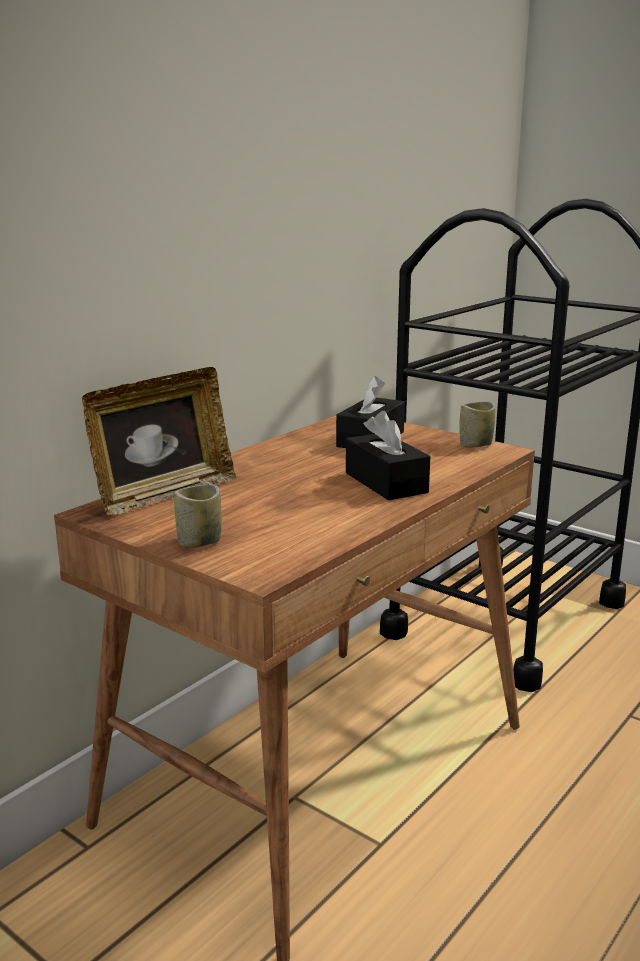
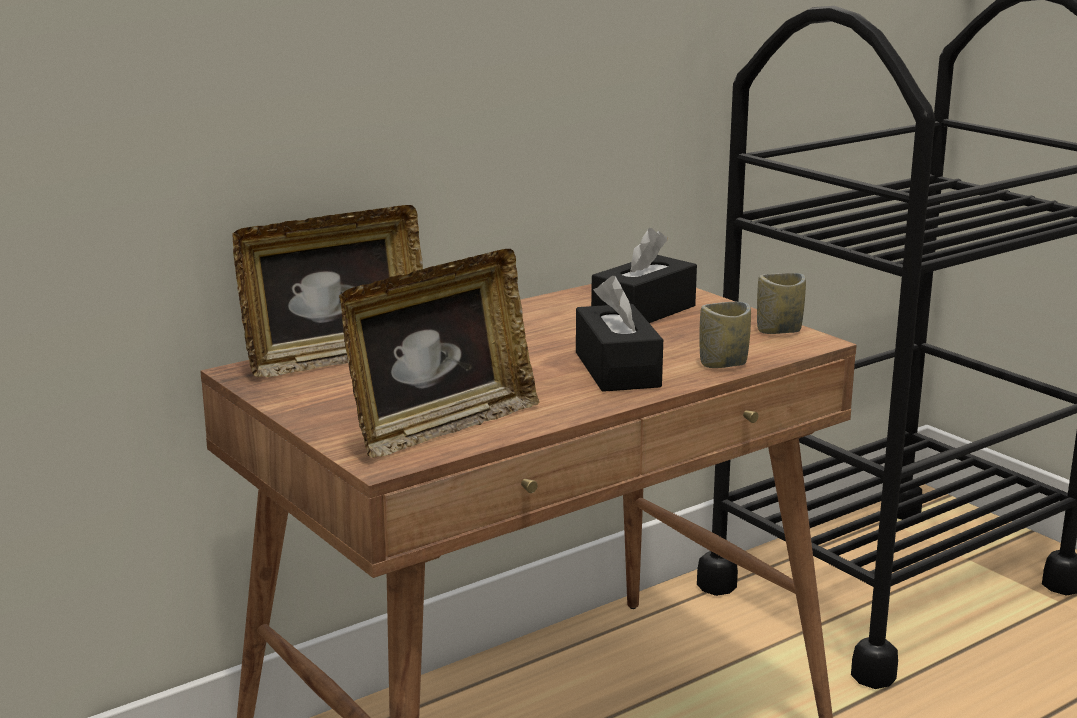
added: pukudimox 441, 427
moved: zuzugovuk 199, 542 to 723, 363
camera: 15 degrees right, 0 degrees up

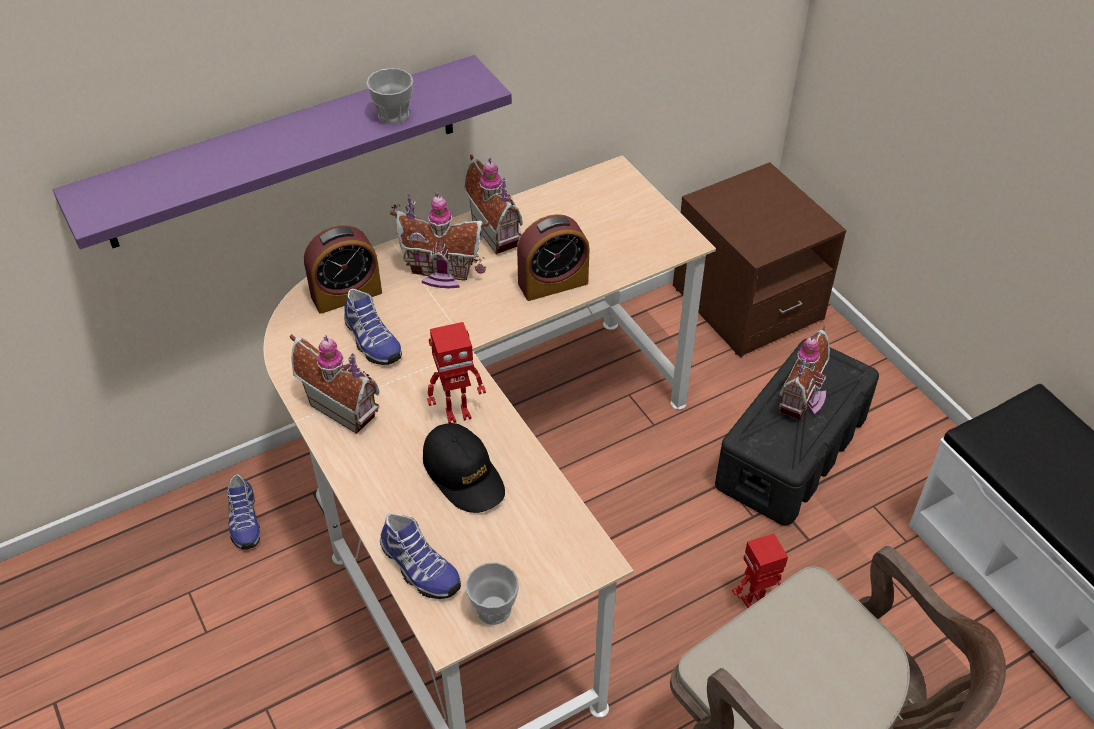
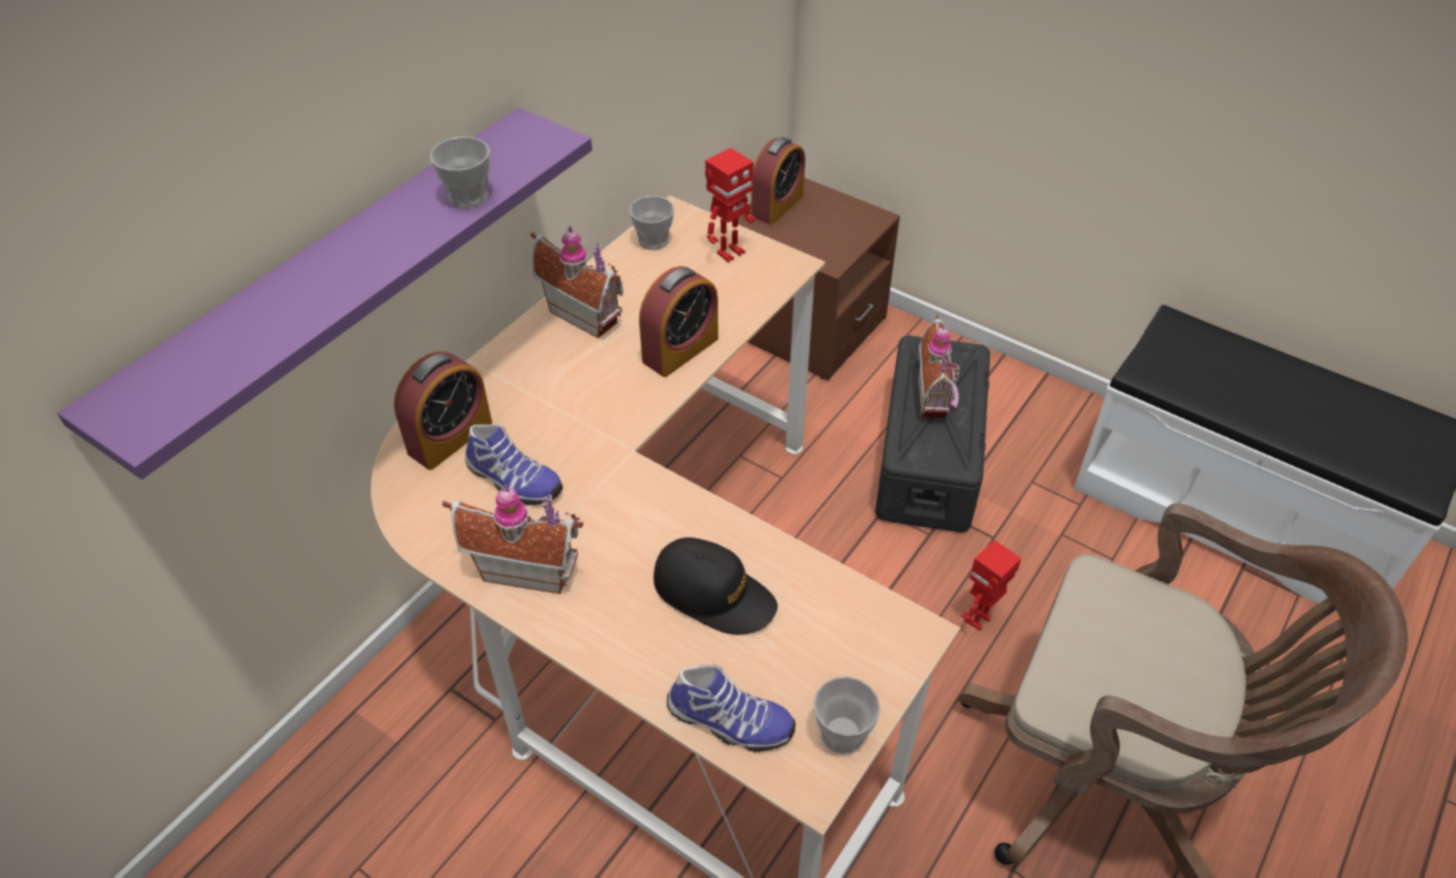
removed: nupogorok 244, 521; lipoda 442, 273
added: zuzugovuk 653, 241; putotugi 777, 205
moved: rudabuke 457, 413 to 729, 252
camera: 25 degrees left, 0 degrees up

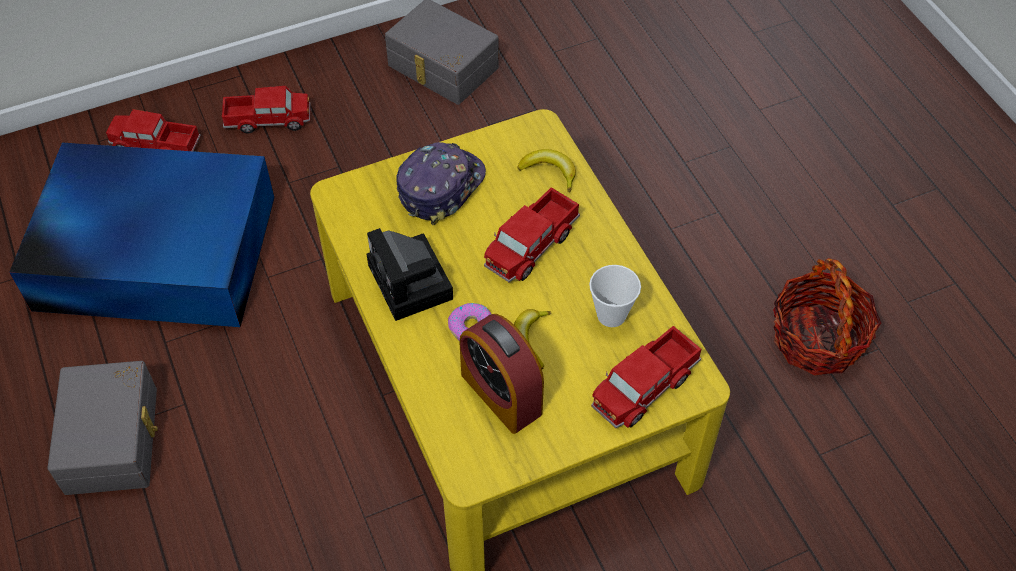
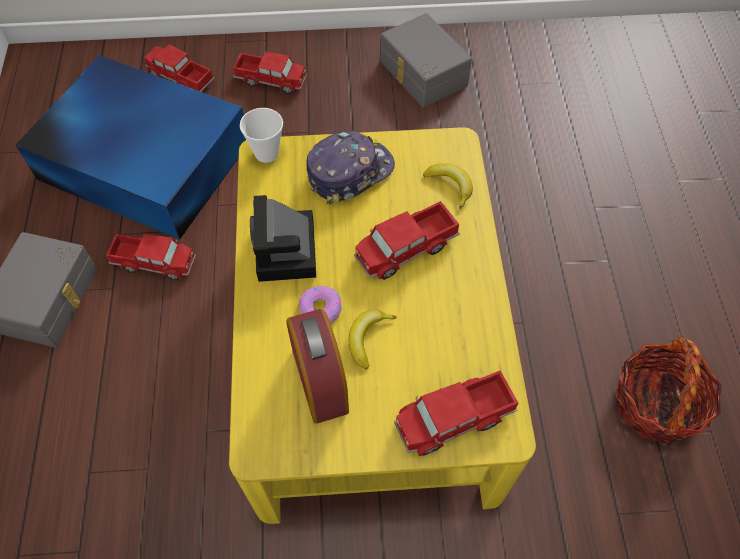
added: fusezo 154, 262
moved: zuzugovuk 611, 315 to 266, 153
camera: 20 degrees right, 5 degrees up

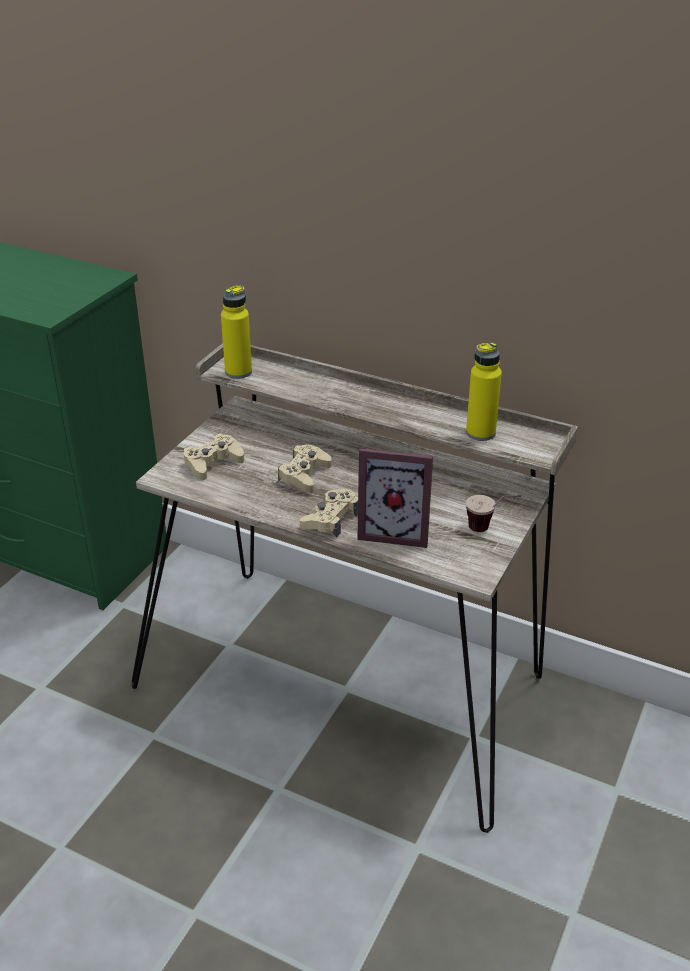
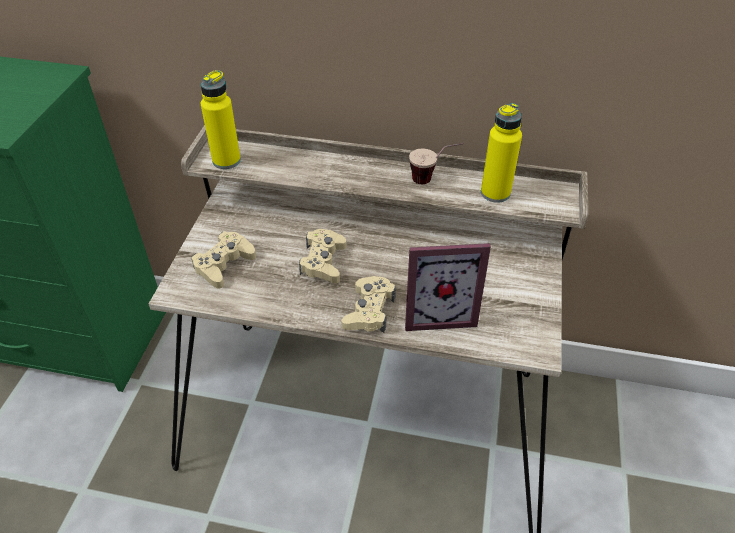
moved: zuzugovuk 490, 529 to 433, 180
camera: 15 degrees left, 10 degrees up

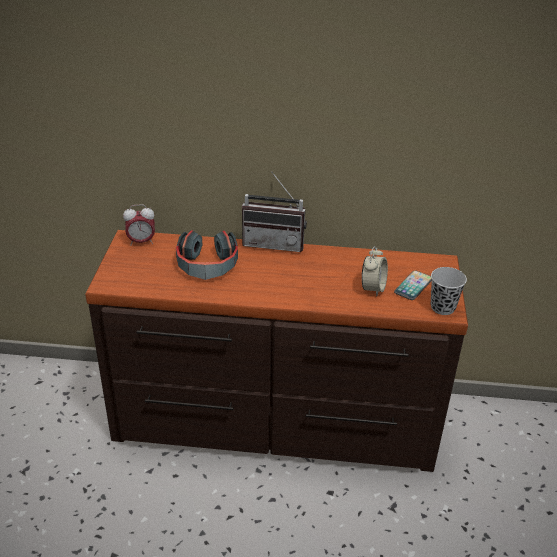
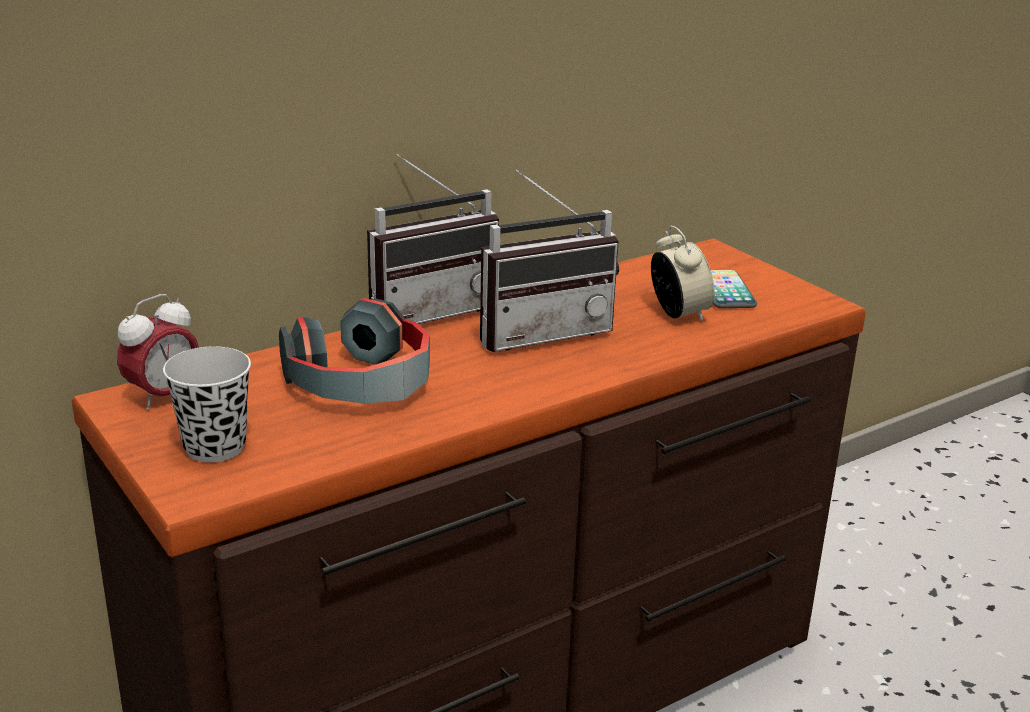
added: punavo 541, 332
moved: black_zuzugovuk 442, 307 to 215, 447
camera: 40 degrees left, 10 degrees down

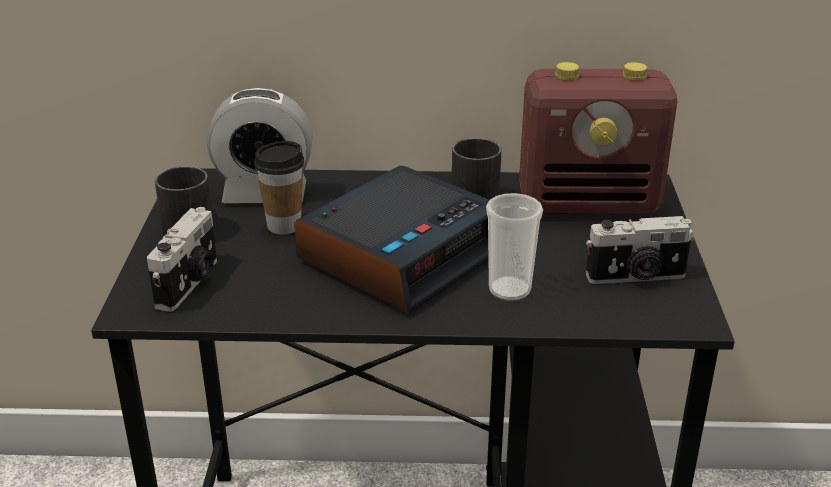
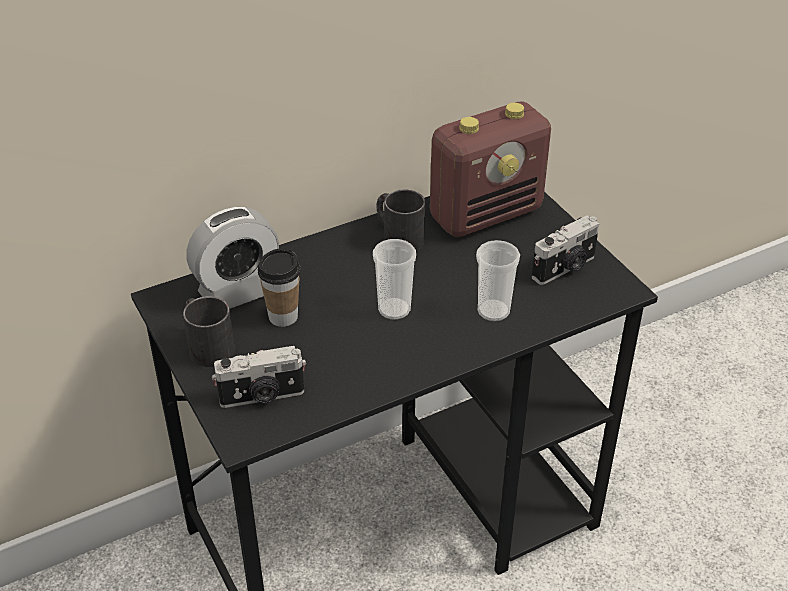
replaced: putotugi 401, 254 to zuzugovuk 394, 309
turned: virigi 190, 283 = 262, 396 90 degrees clockwise
camera: 30 degrees left, 10 degrees up

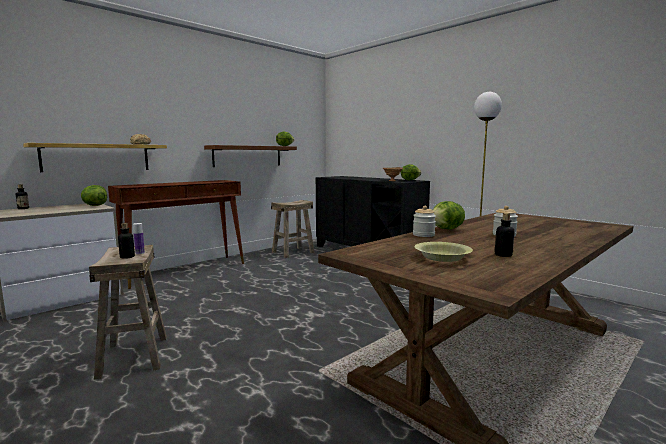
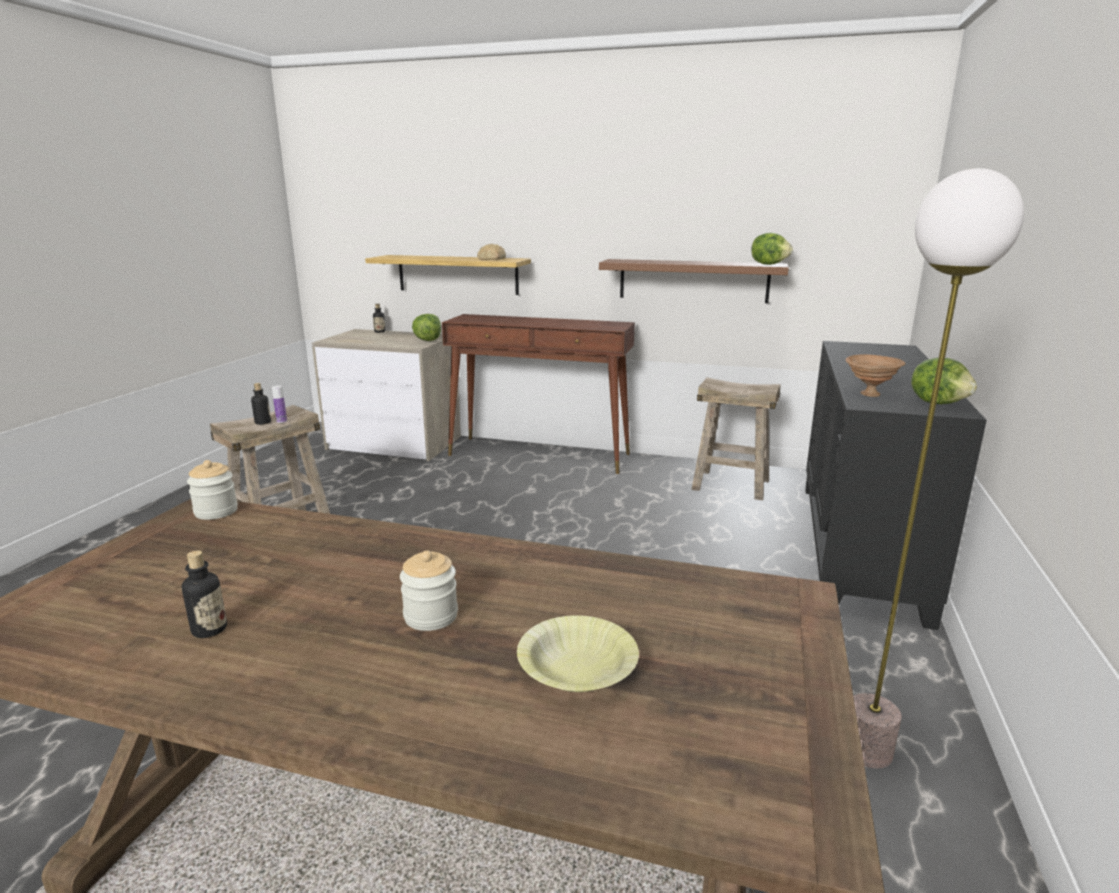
removed: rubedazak 447, 229
moved: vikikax 423, 235 to 216, 511; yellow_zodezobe 442, 258 to 577, 669
camera: 60 degrees right, 10 degrees up

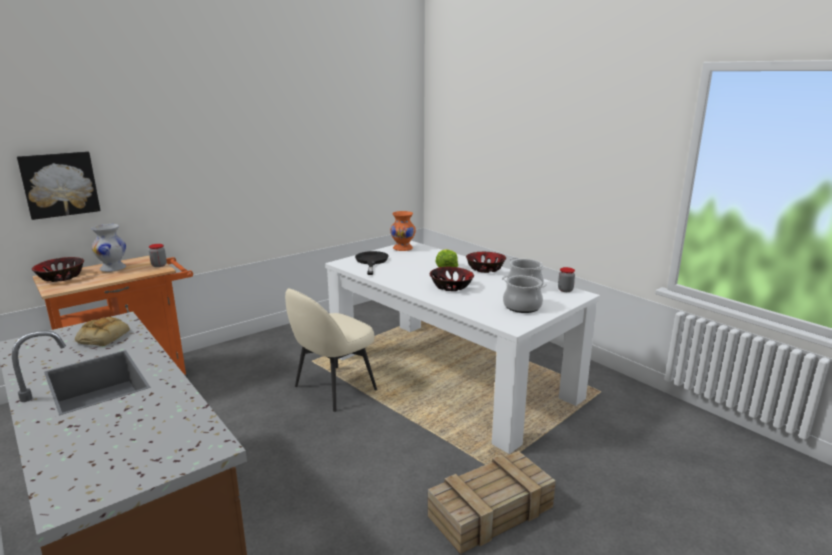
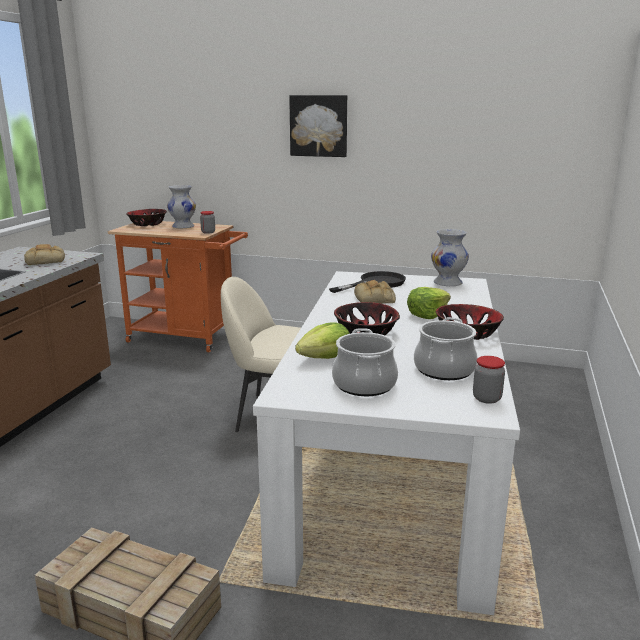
added: rubedazak 325, 358; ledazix 375, 299
moved: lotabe 59, 184 to 319, 126
recoloured: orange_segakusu 403, 248 to white_segakusu 448, 283
camera: 55 degrees right, 0 degrees up

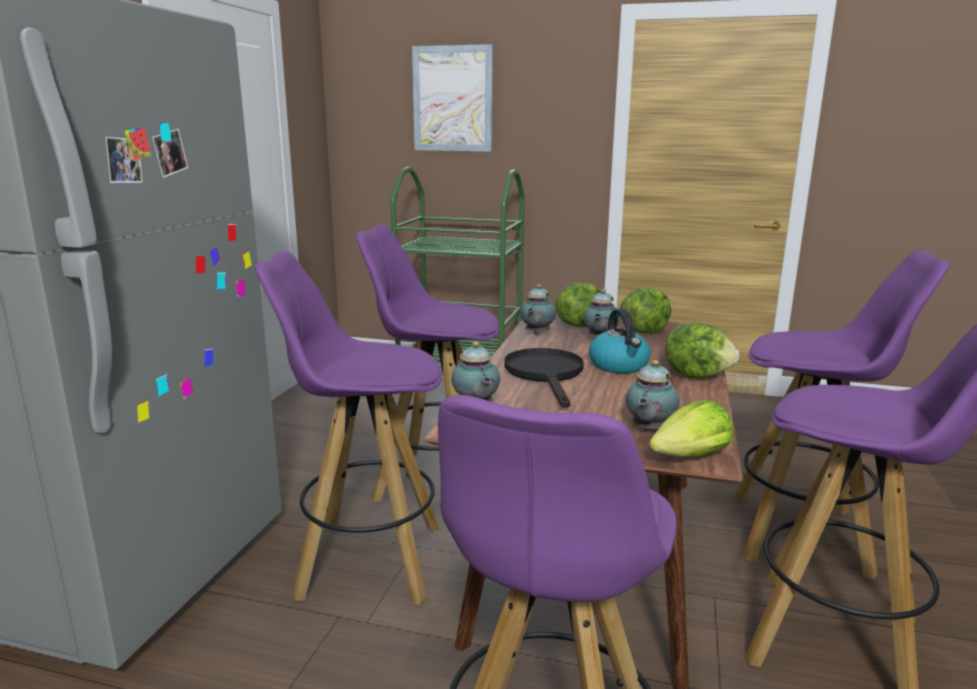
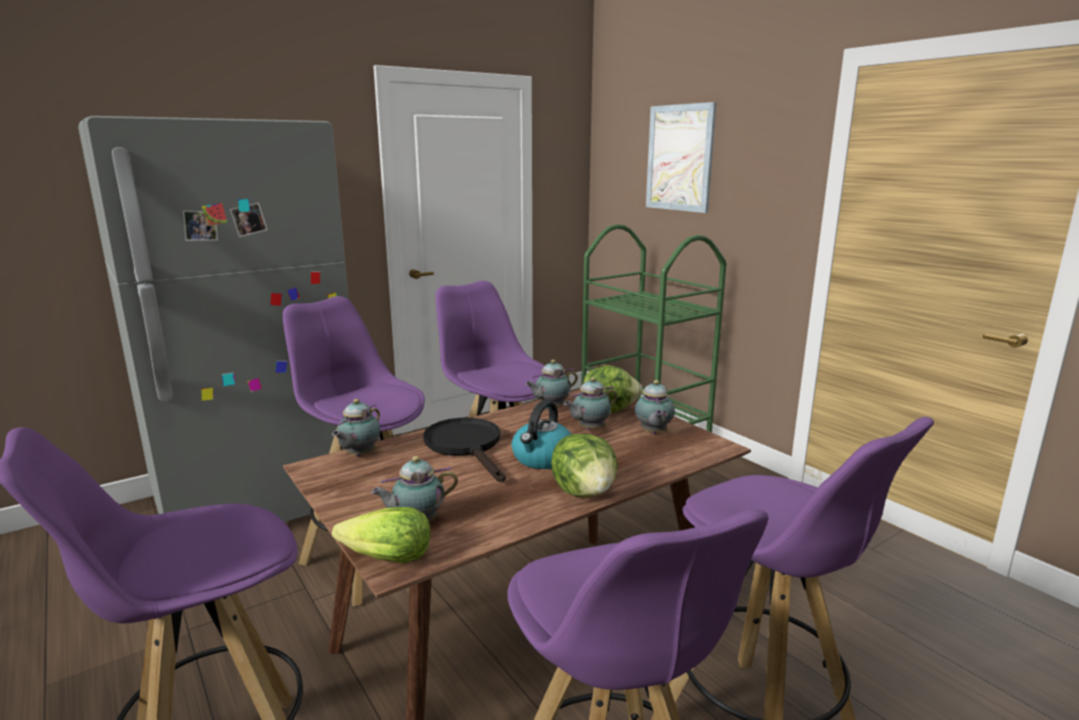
replaced: rubedazak 644, 331 to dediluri 653, 433
turned: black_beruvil 546, 375 = 467, 446 60 degrees counterclockwise
camera: 40 degrees right, 0 degrees up

